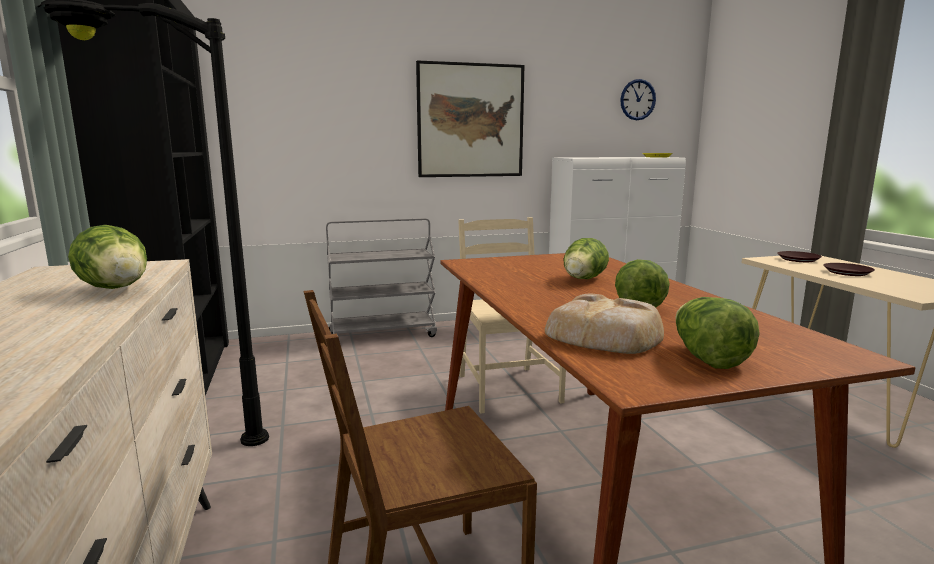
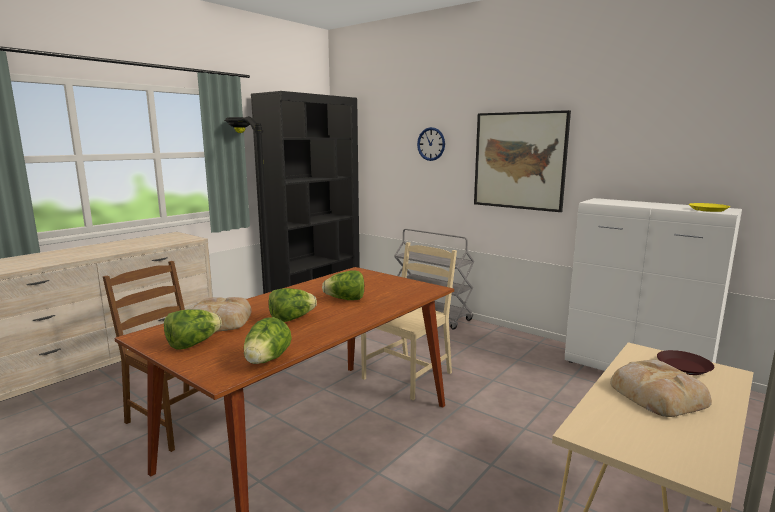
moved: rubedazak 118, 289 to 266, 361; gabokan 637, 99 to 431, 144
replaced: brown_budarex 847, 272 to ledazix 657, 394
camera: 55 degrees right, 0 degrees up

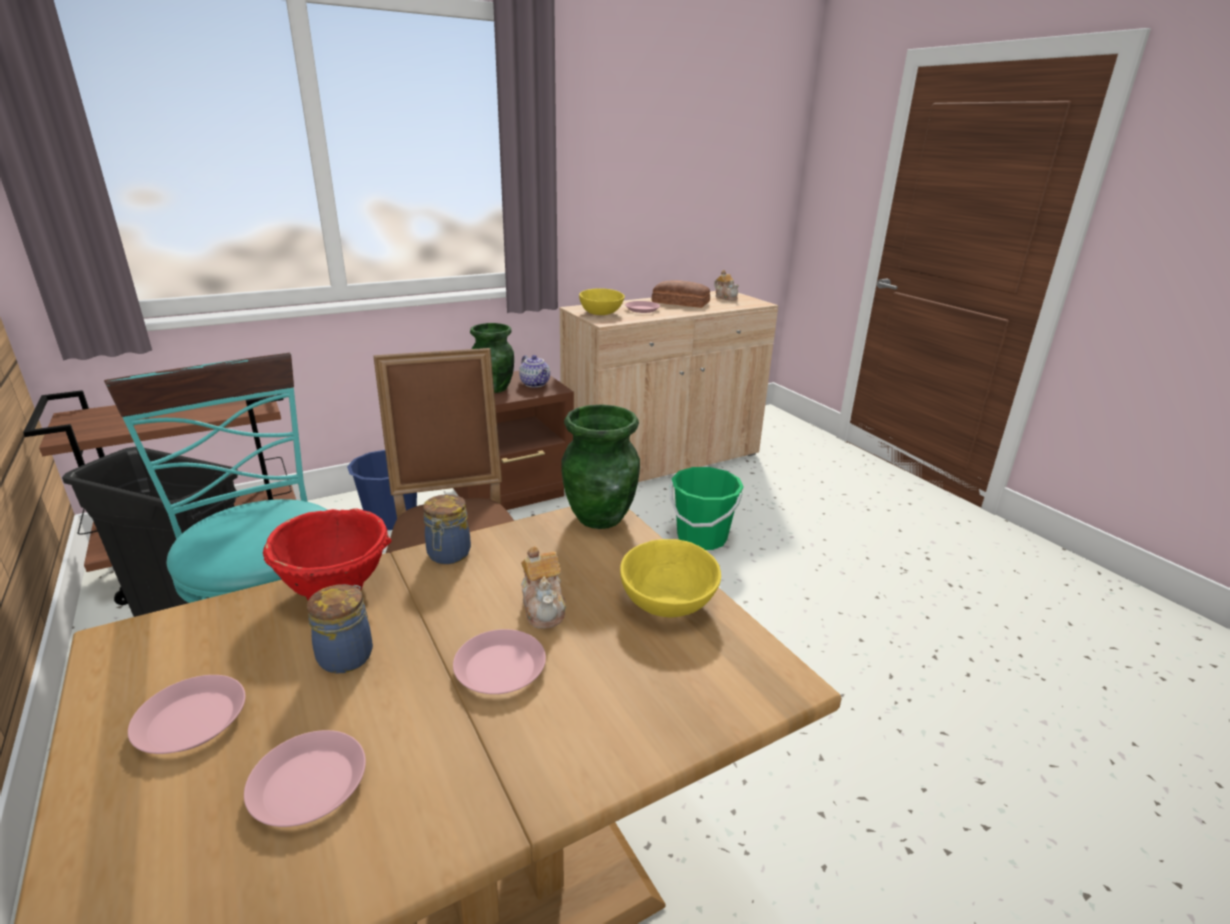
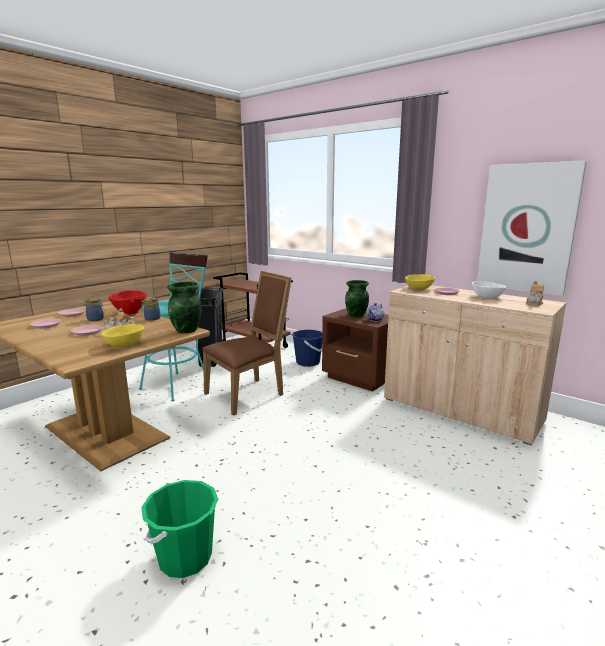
added: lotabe 527, 229
moved: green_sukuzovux 701, 538 to 185, 557
replaced: ledazix 681, 302 to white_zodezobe 486, 297
camera: 70 degrees right, 10 degrees down

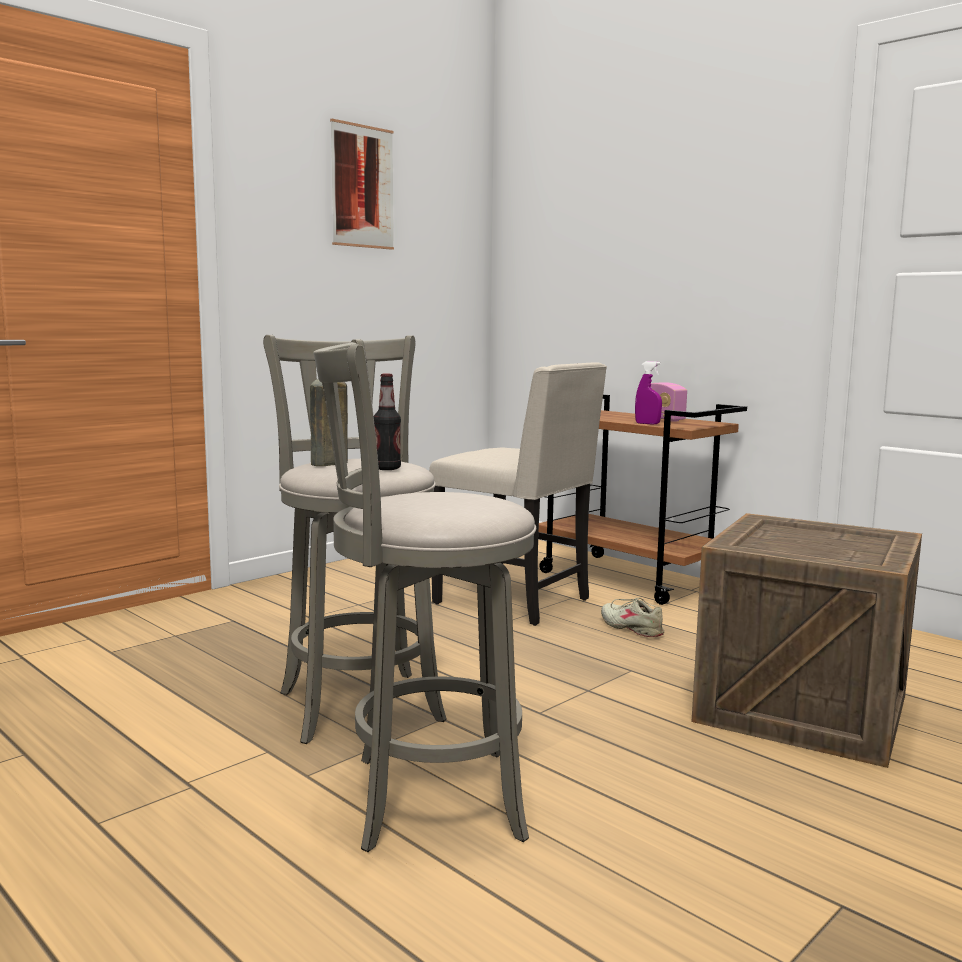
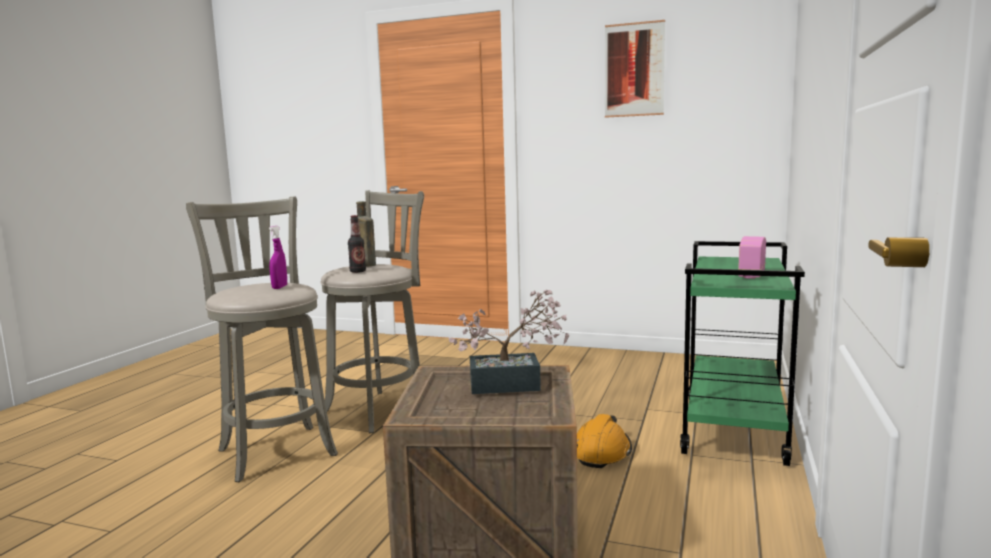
removed: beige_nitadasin 516, 601
added: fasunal 514, 384
moved: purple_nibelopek 647, 424 to 279, 287
replaced: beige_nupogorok 632, 628 to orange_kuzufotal 601, 452
recoloured: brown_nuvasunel 629, 578 to green_nuvasunel 734, 429
camera: 65 degrees right, 0 degrees up

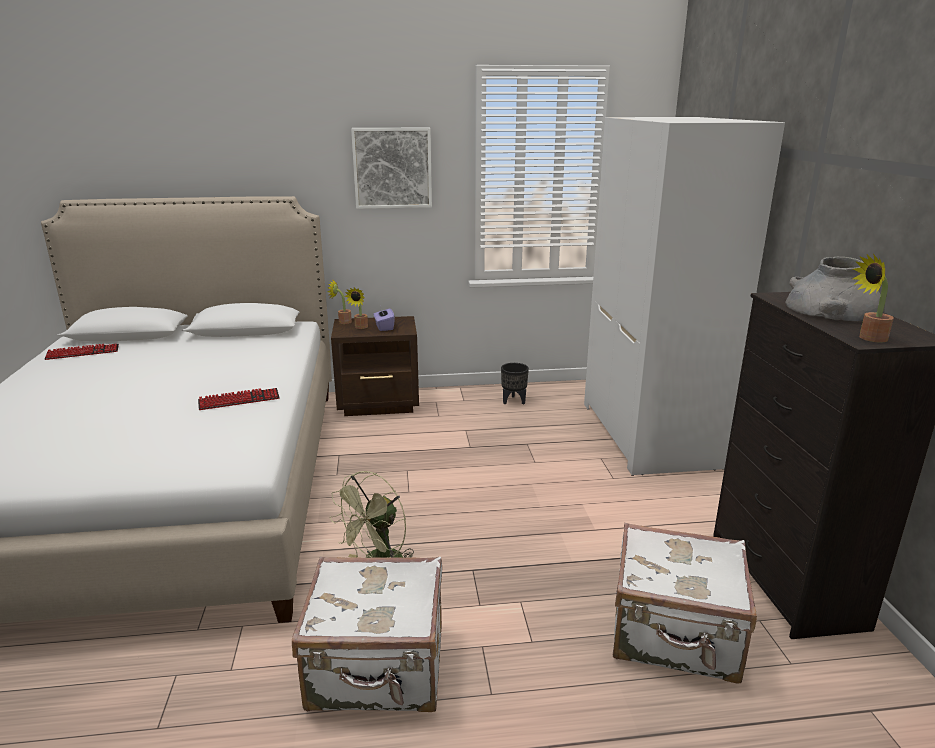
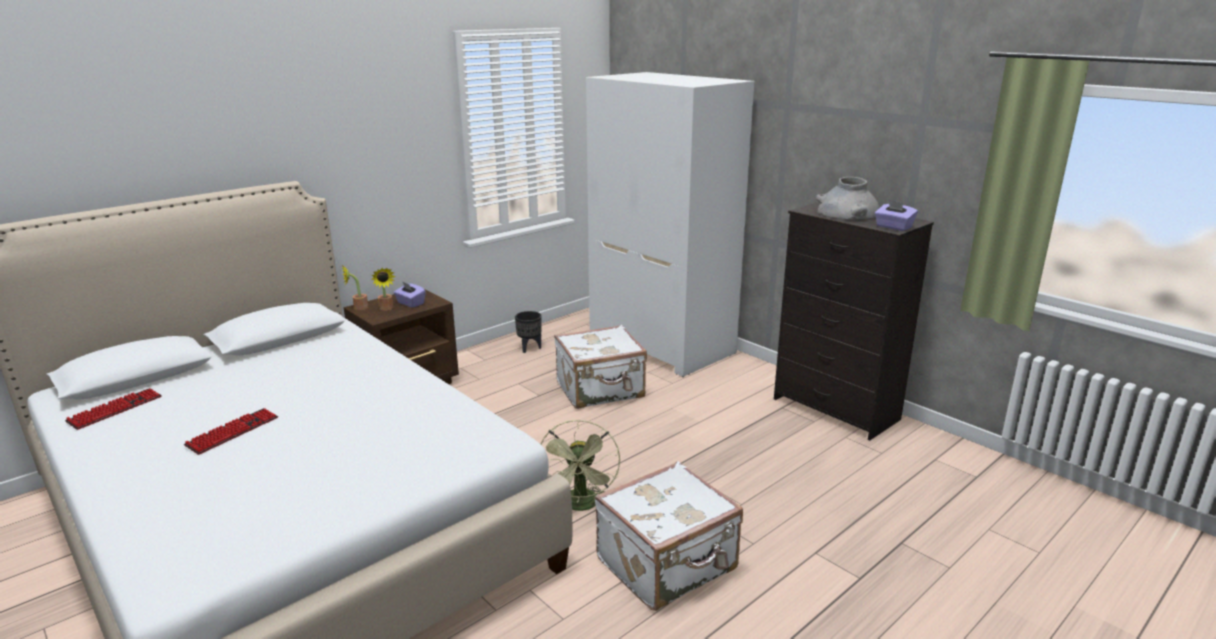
removed: lotabe 392, 168
moved: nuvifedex 239, 400 to 233, 432; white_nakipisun 675, 636 to 601, 390
replaced: fasunal 868, 338 to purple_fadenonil 893, 227
camera: 35 degrees left, 0 degrees up

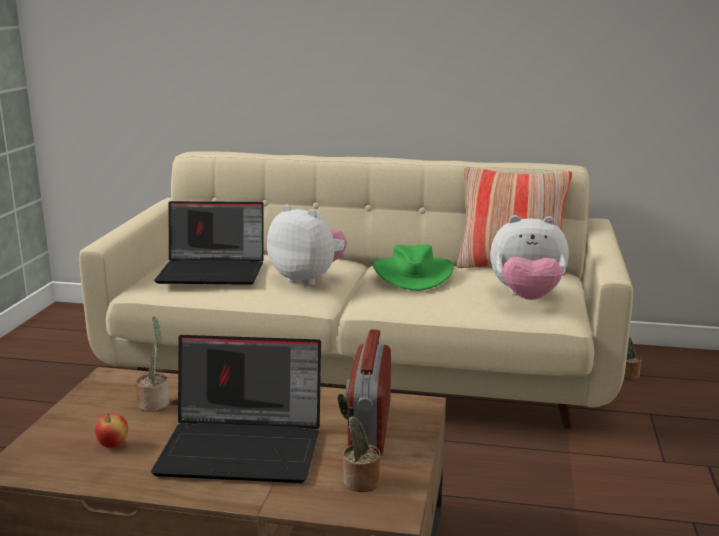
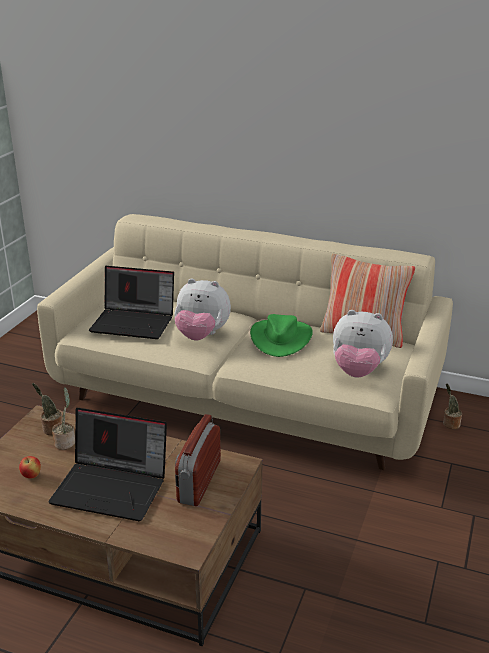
moved: fasunal 358, 482 to 51, 429
turned: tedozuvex 308, 279 = 201, 335 150 degrees clockwise
camera: 10 degrees right, 10 degrees up

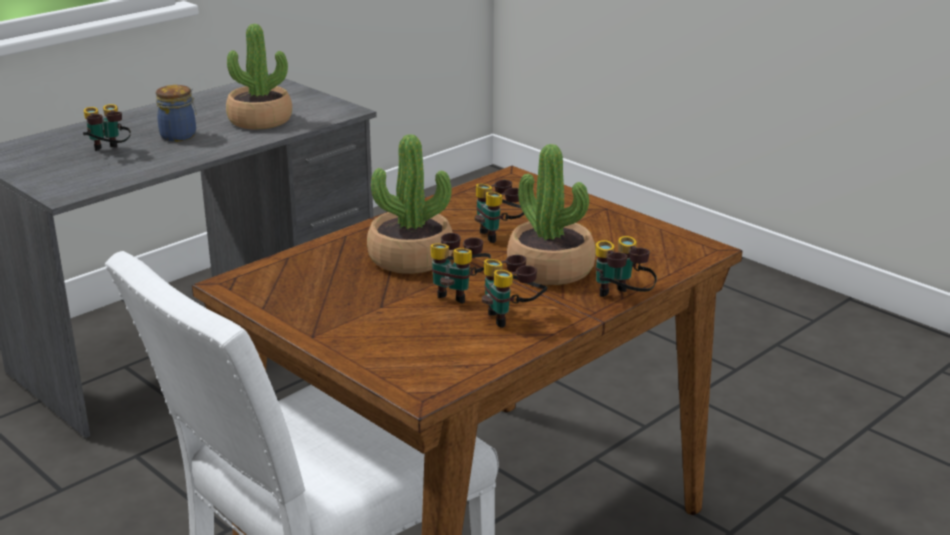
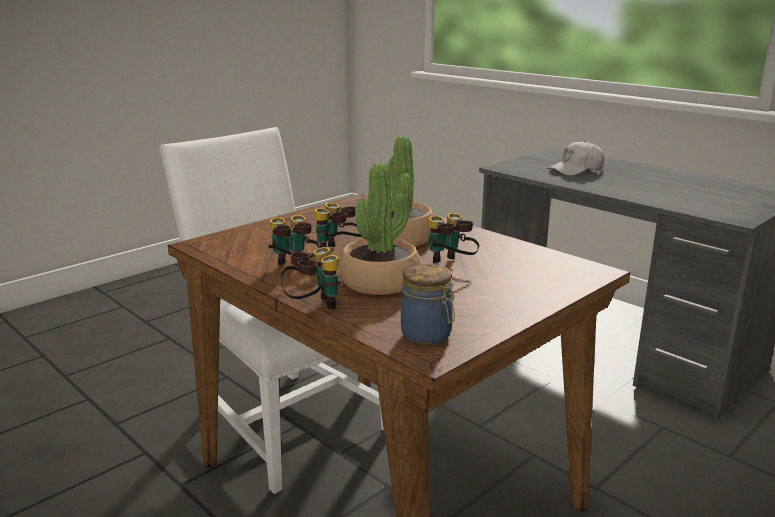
removed: fasunal 260, 120
moved: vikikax 180, 135 to 428, 336
replaced: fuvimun 108, 153 to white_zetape 576, 169
camera: 90 degrees right, 5 degrees down

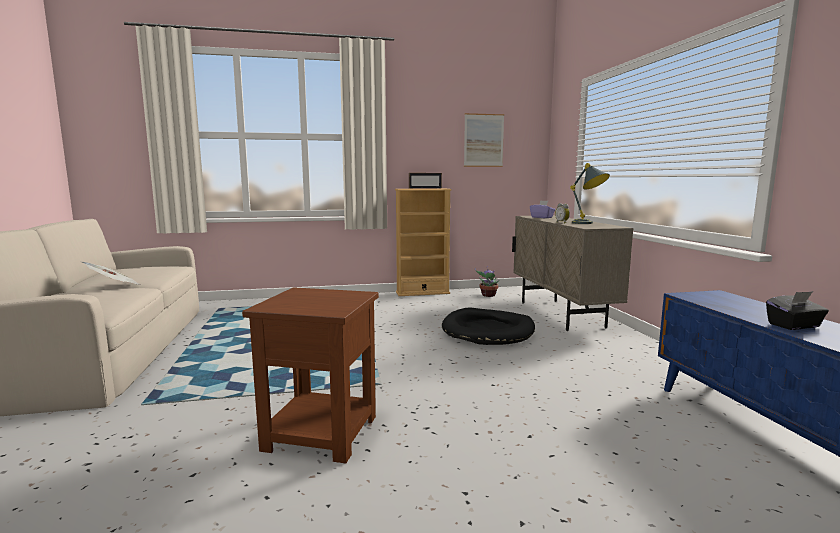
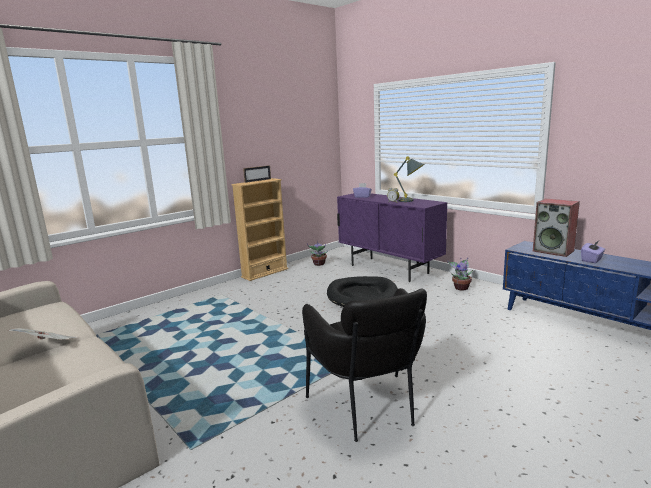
removed: lotabe 483, 140
added: fasunal 461, 287; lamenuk 554, 251
replaced: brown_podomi 319, 433 to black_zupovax 369, 411
recoloured: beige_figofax 561, 314 to purple_figofax 389, 269; black_fadenonil 794, 326 to purple_fadenonil 592, 260
camera: 30 degrees left, 5 degrees up

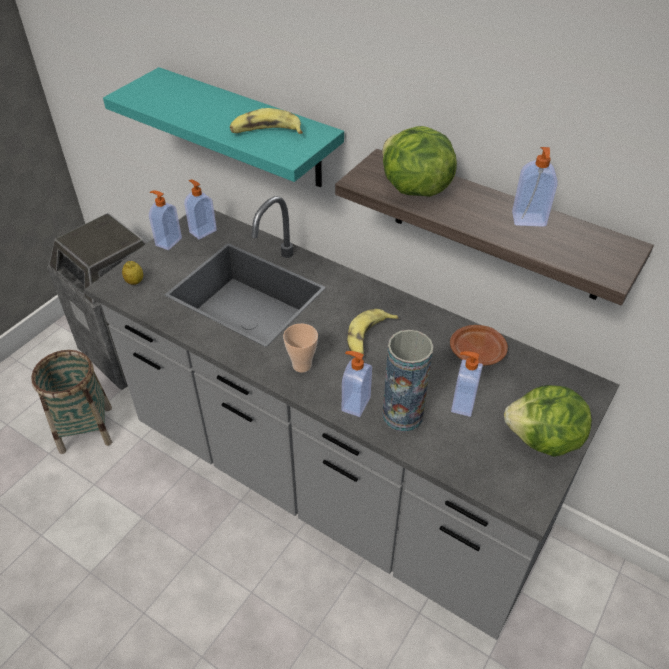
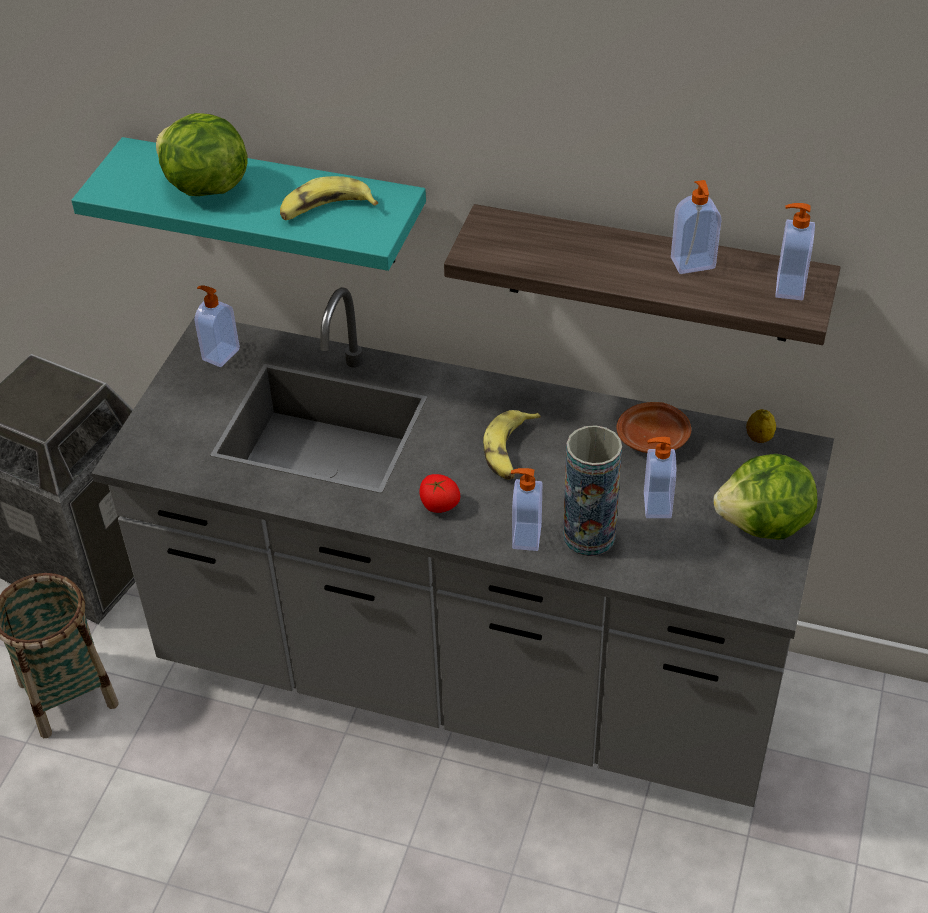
moved: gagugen 135, 282 to 759, 438; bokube 168, 241 to 788, 287; rubedazak 414, 189 to 204, 187
replaced: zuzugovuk 302, 365 to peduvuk 439, 505
camera: 15 degrees left, 0 degrees up

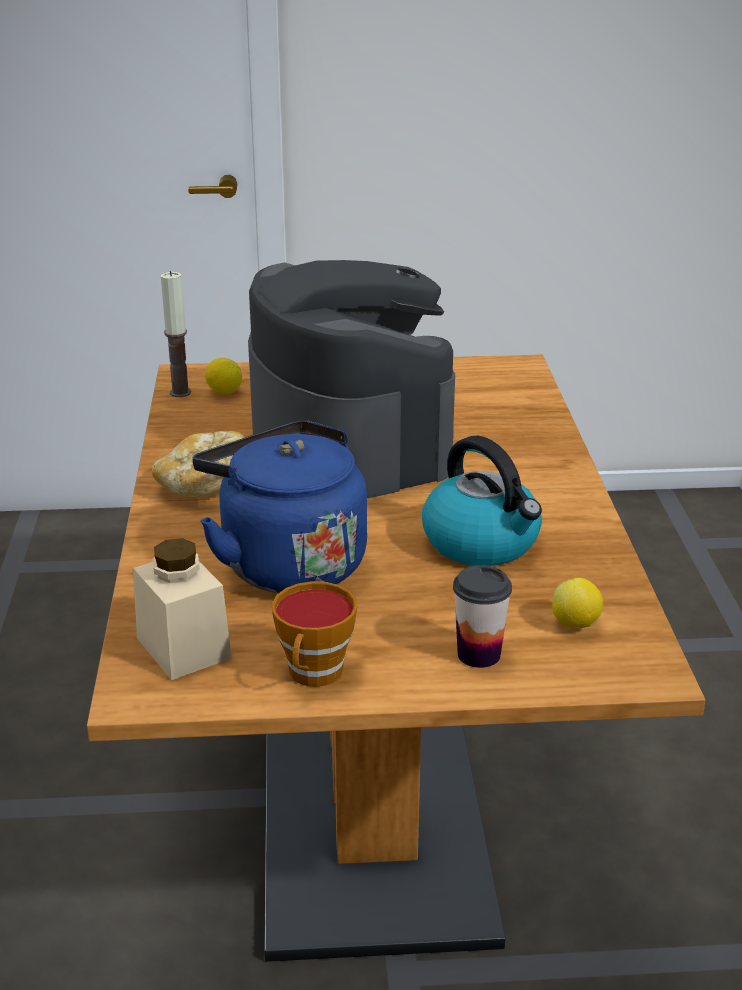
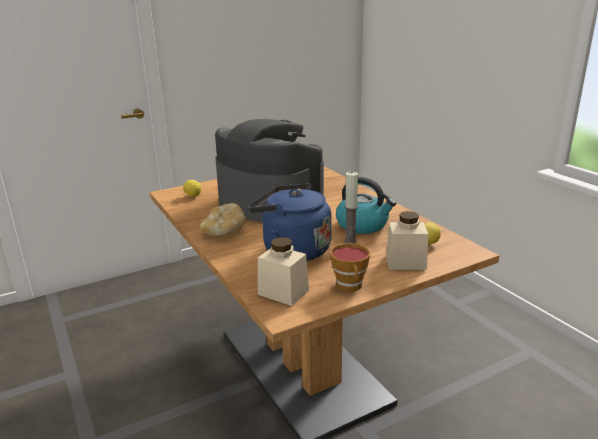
moved: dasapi 180, 392 to 350, 242
replaced: zuzugovuk 478, 654 to beige_vikikax 405, 262
camera: 25 degrees left, 5 degrees down

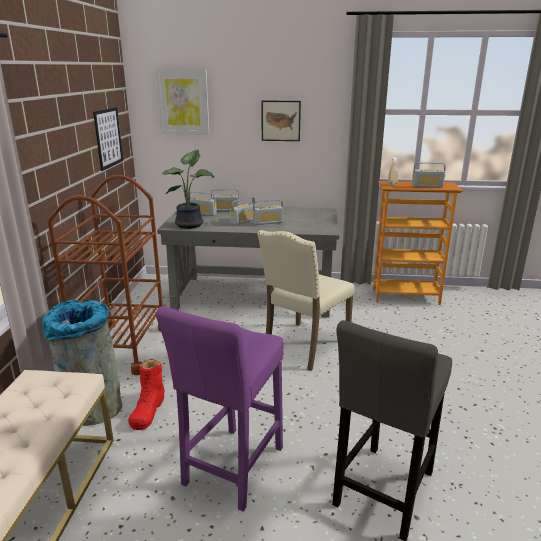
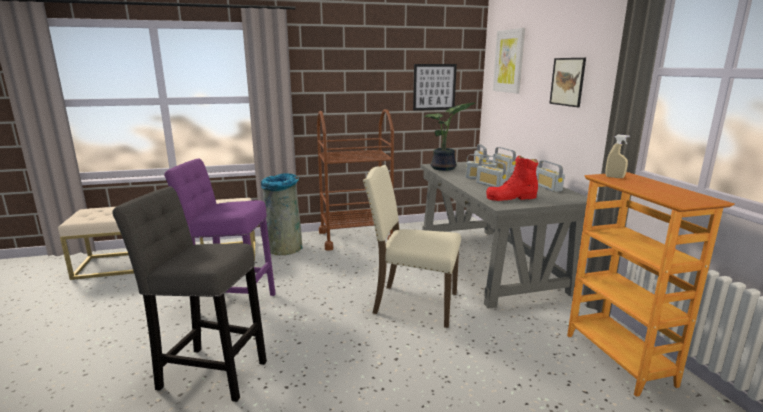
moved: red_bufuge 148, 410 to 511, 198; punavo 427, 186 to 548, 187
camera: 70 degrees right, 5 degrees down

